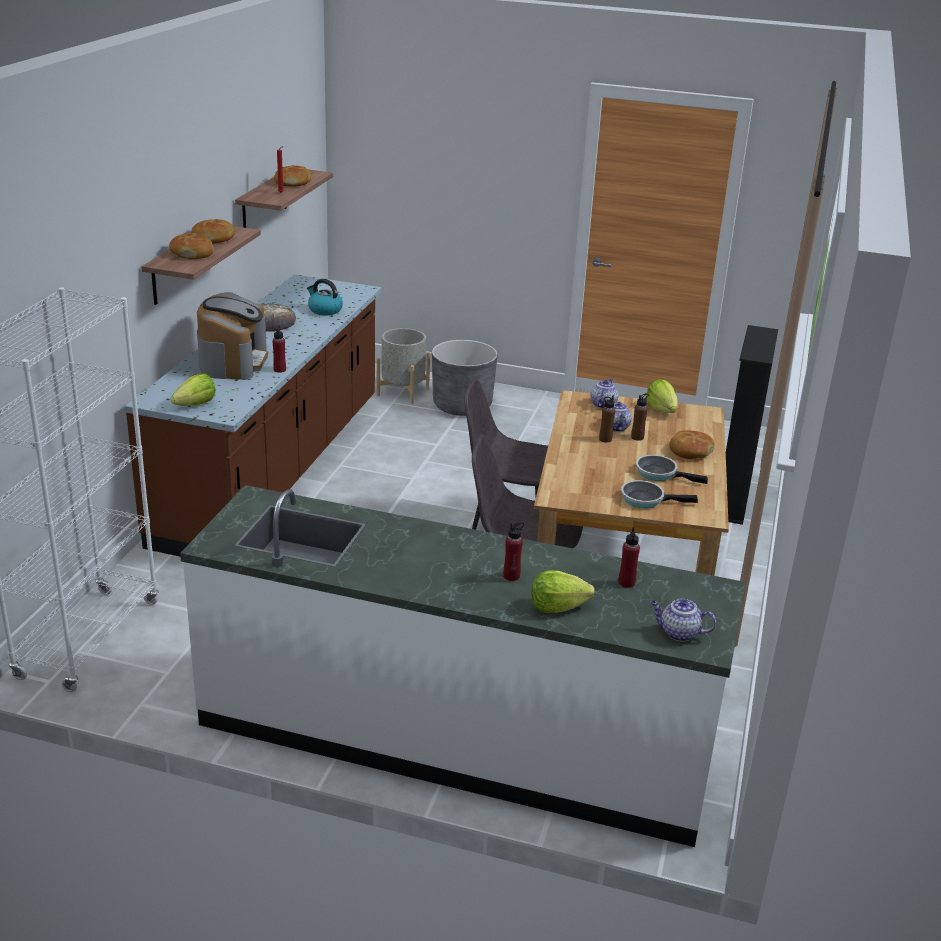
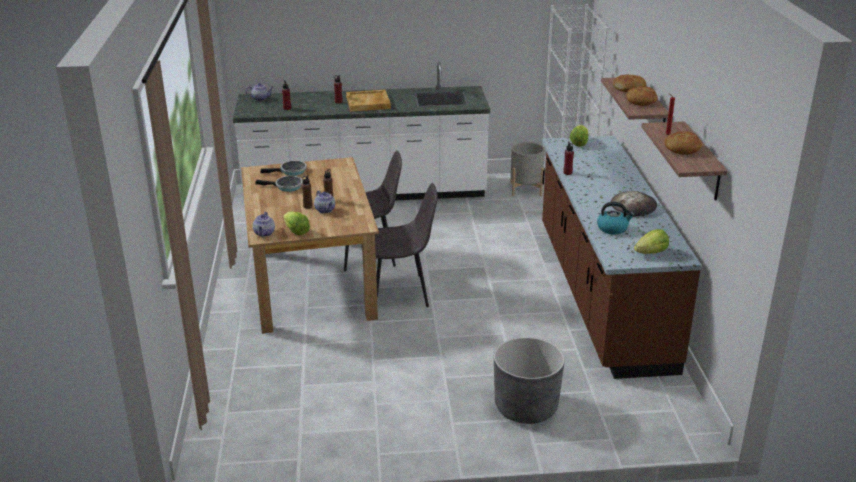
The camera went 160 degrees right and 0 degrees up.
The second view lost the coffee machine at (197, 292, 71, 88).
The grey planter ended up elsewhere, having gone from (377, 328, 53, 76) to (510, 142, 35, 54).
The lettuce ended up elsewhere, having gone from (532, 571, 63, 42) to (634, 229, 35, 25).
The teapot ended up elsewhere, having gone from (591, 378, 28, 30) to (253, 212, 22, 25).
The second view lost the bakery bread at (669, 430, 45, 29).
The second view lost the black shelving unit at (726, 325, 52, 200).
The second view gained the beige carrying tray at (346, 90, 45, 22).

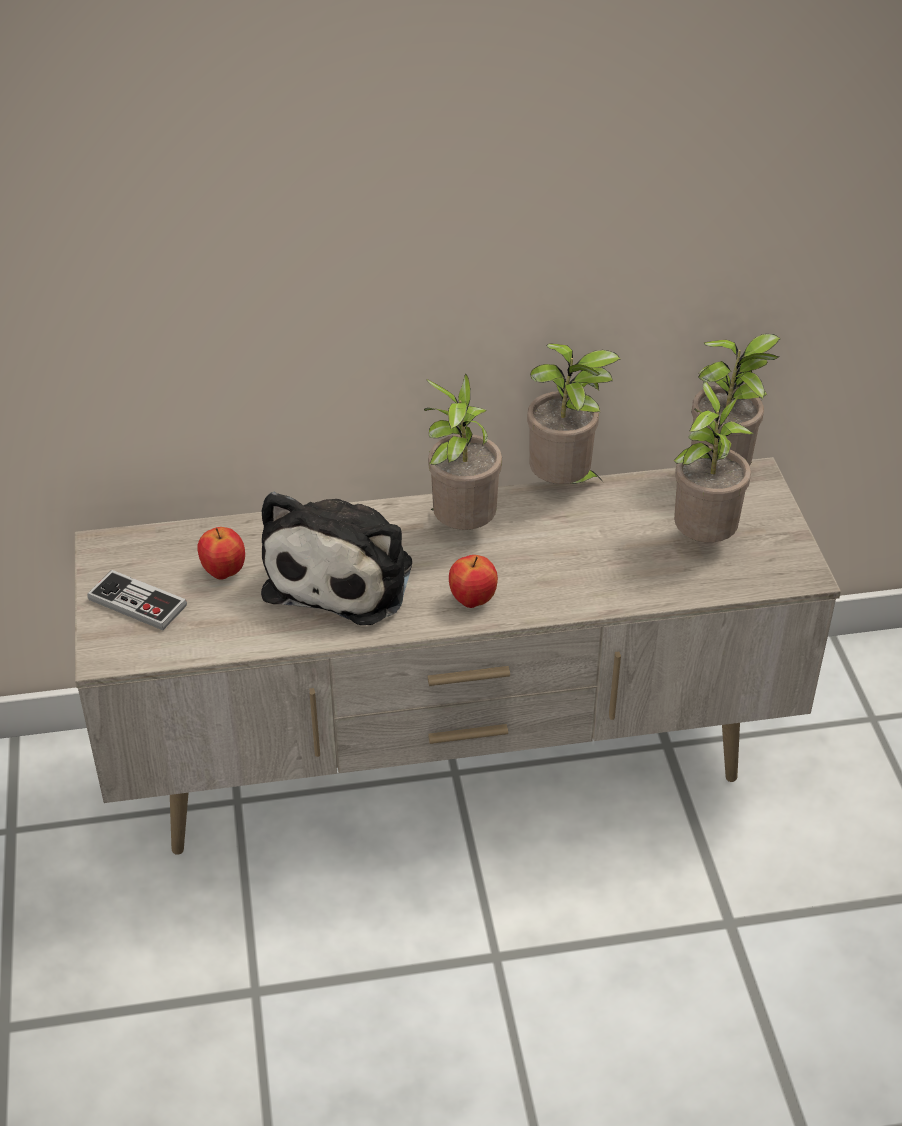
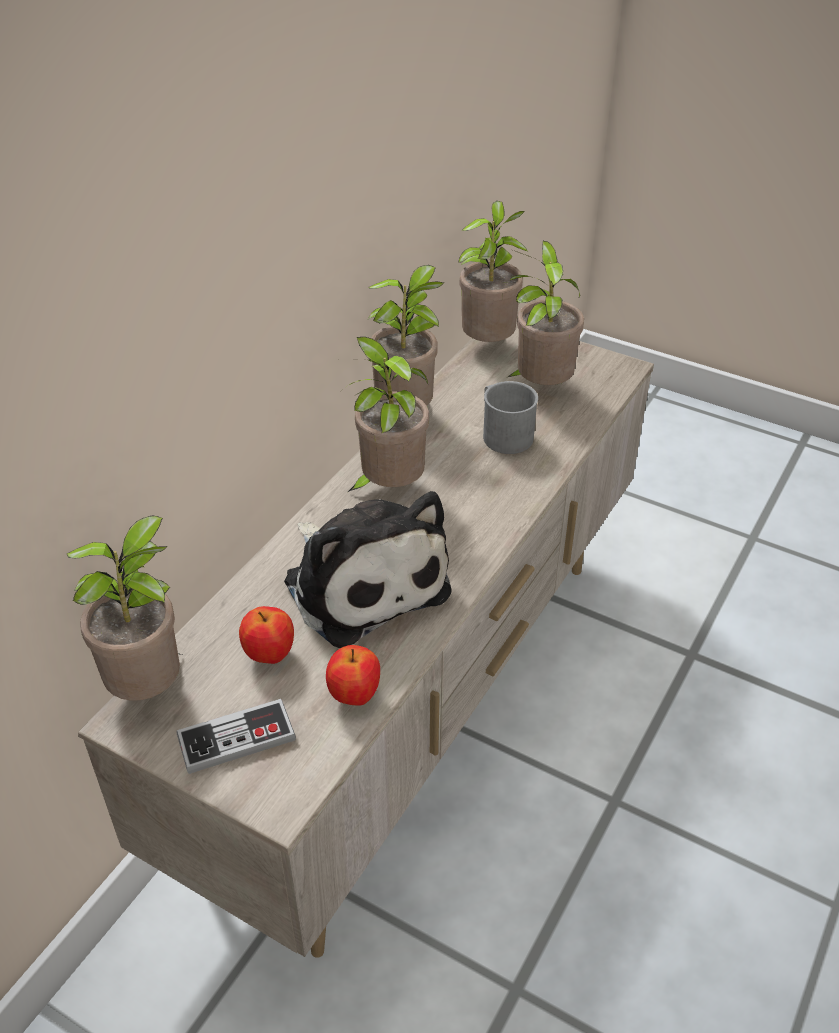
The camera went 50 degrees left and 0 degrees up.
The apple ended up elsewhere, having gone from (449, 555, 49, 53) to (326, 645, 54, 61).
The second view gained the potted plant at (67, 515, 115, 186).
The second view gained the grey tea mug at (483, 381, 55, 73).

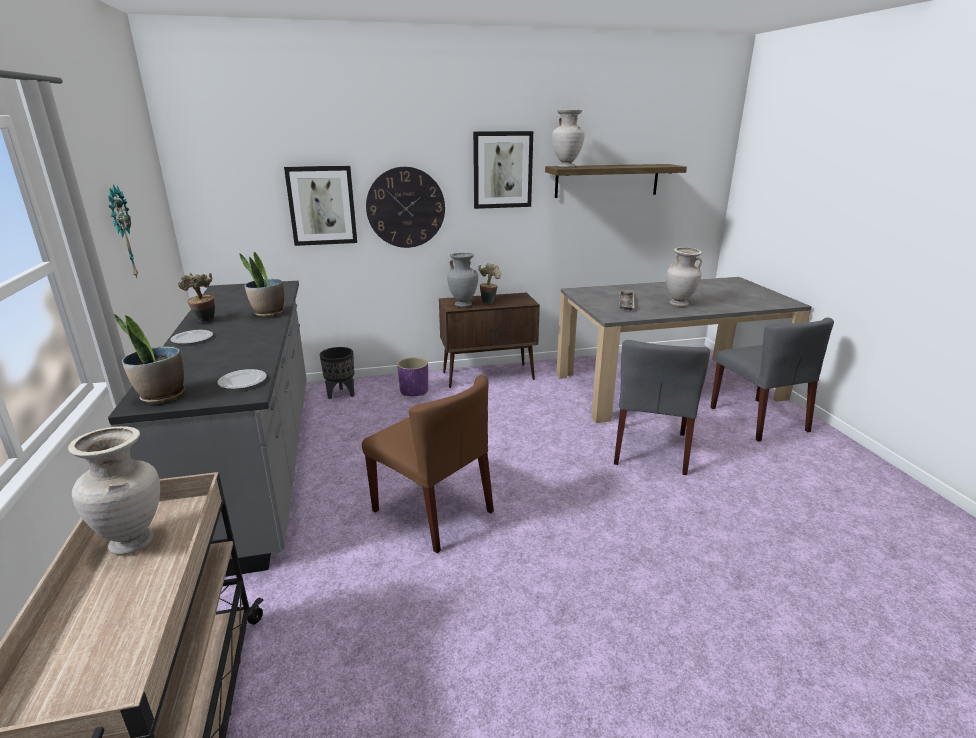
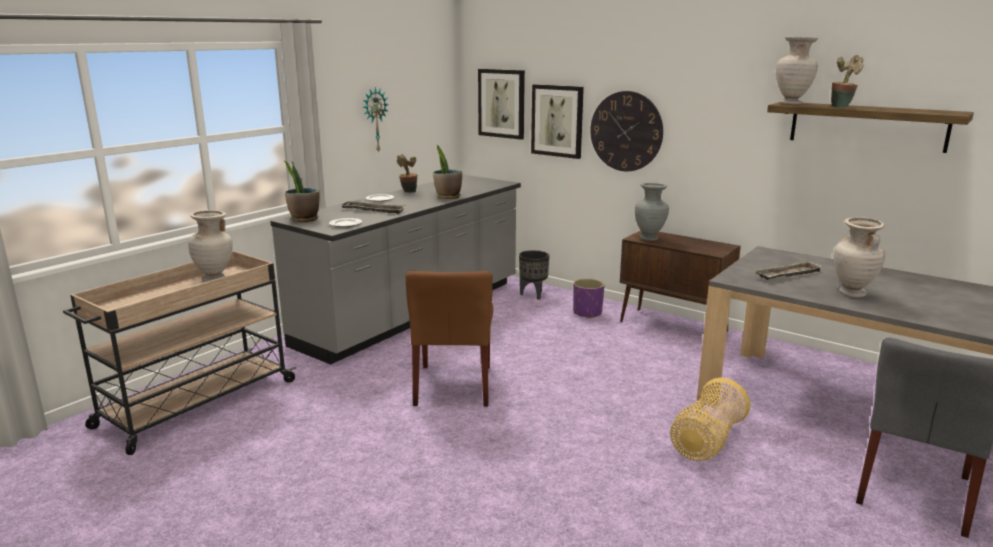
The camera went 50 degrees right and 5 degrees down.
The picture ended up elsewhere, having gone from (473, 131, 60, 78) to (478, 69, 47, 71).
The potted plant ended up elsewhere, having gone from (479, 263, 22, 41) to (831, 55, 33, 53).
Where the grey upright chair stood at (614, 340, 96, 135), the basket came to stand at (670, 378, 80, 83).
The second view gained the carrying tray at (340, 201, 65, 13).

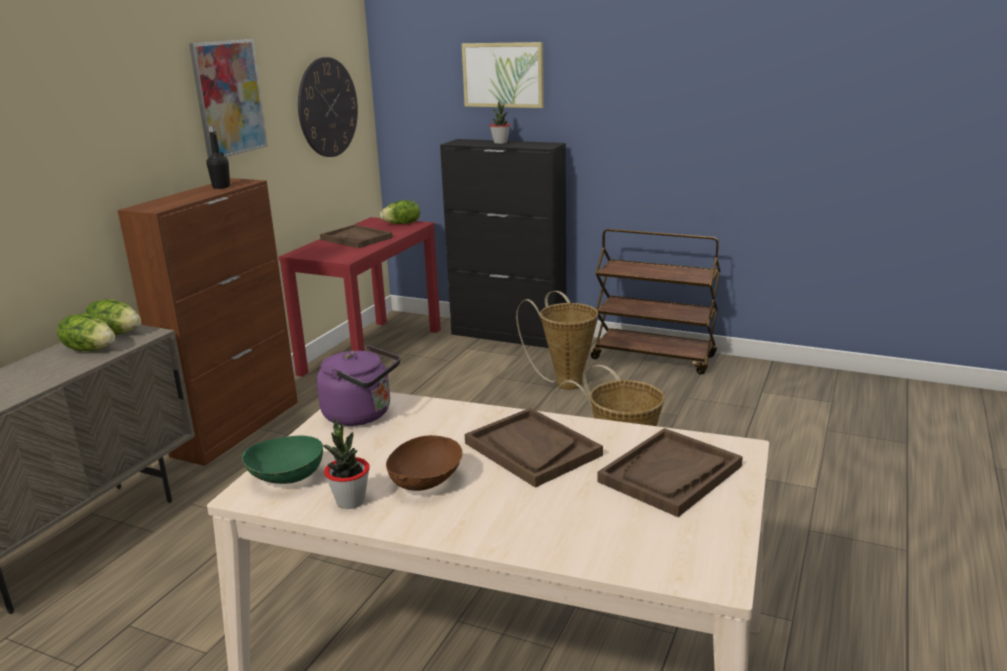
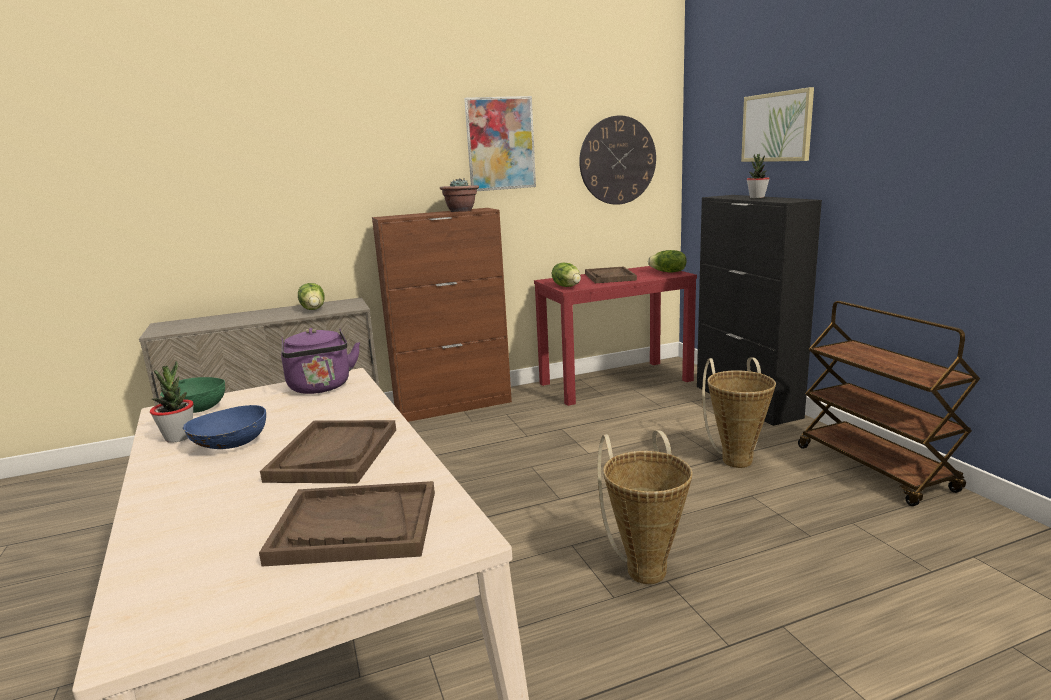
The camera went 45 degrees right and 5 degrees down.
The lettuce ended up elsewhere, having gone from (84, 299, 57, 36) to (552, 263, 29, 24).
Where the black beverage bottle stood at (206, 126, 24, 63), the potted plant came to stand at (440, 178, 39, 34).
What was the brown deep dish at (386, 435, 77, 56) turned into the blue-coloured deep dish at (183, 405, 83, 44).

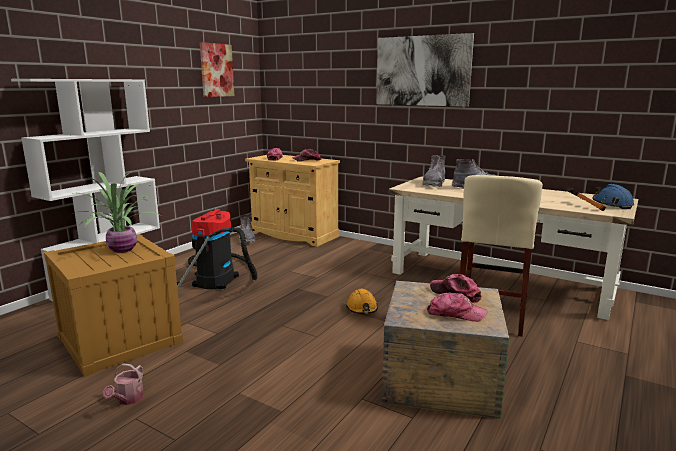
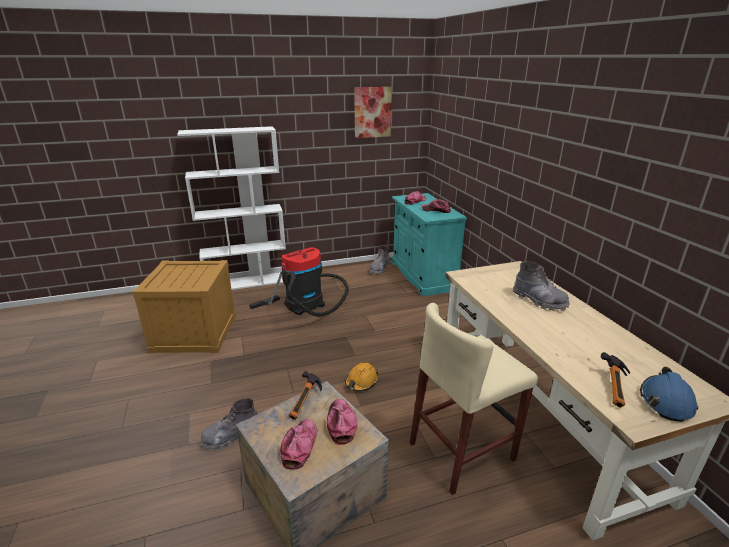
The camera went 40 degrees right and 10 degrees up.
The second view lost the potted plant at (71, 172, 89, 81).
The second view lost the watering pot at (103, 364, 41, 41).
What was the beige cupboard at (245, 155, 95, 92) turned into the turquoise cupboard at (392, 193, 75, 104).
The second view lost the picture at (376, 33, 98, 74).
The grey boot ended up elsewhere, having gone from (423, 155, 23, 32) to (201, 398, 57, 53).
The cap at (427, 292, 60, 30) ended up facing another way, 135 degrees counterclockwise from before.
The second view gained the hammer at (289, 371, 33, 49).

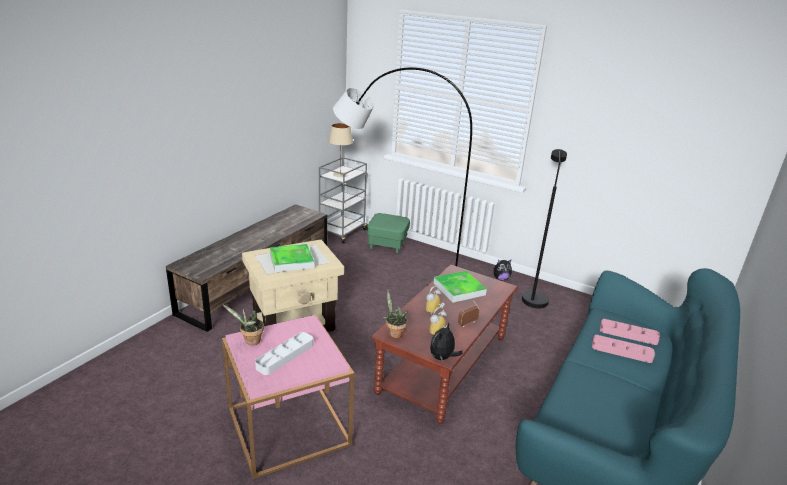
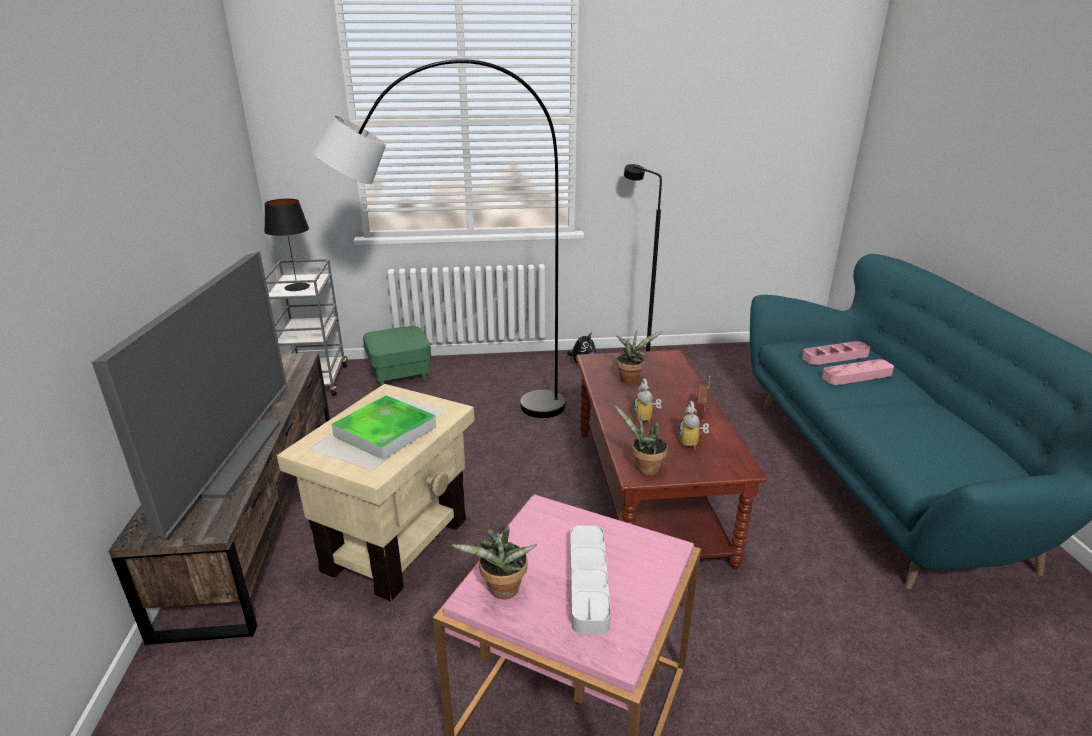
The camera went 35 degrees left and 0 degrees up.
What was the beige table lamp at (328, 123, 25, 54) turned into the black table lamp at (264, 199, 46, 92).
The second view lost the cuddly toy at (430, 322, 33, 40).
Where the carrying tray stood at (433, 271, 54, 32), the potted plant came to stand at (616, 330, 47, 54).
The second view gained the TV at (92, 251, 195, 287).

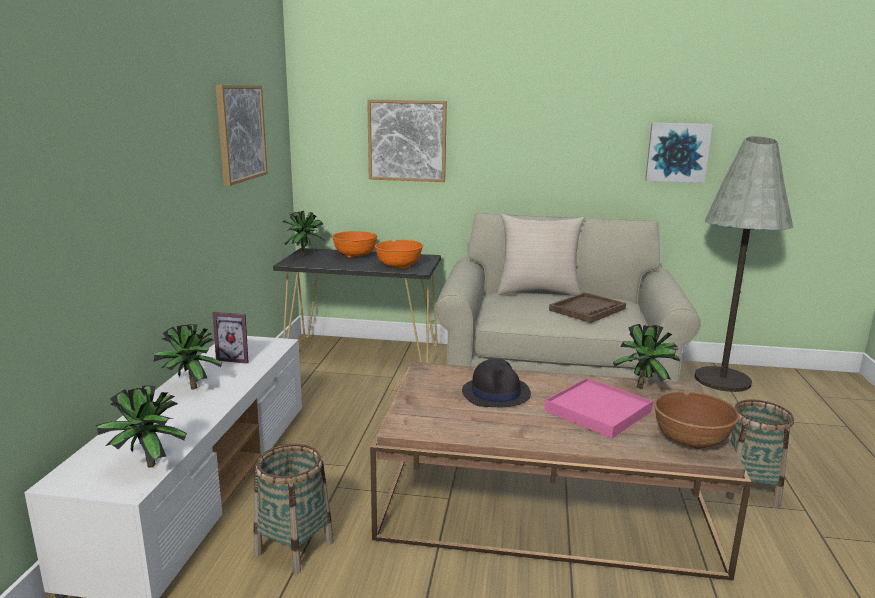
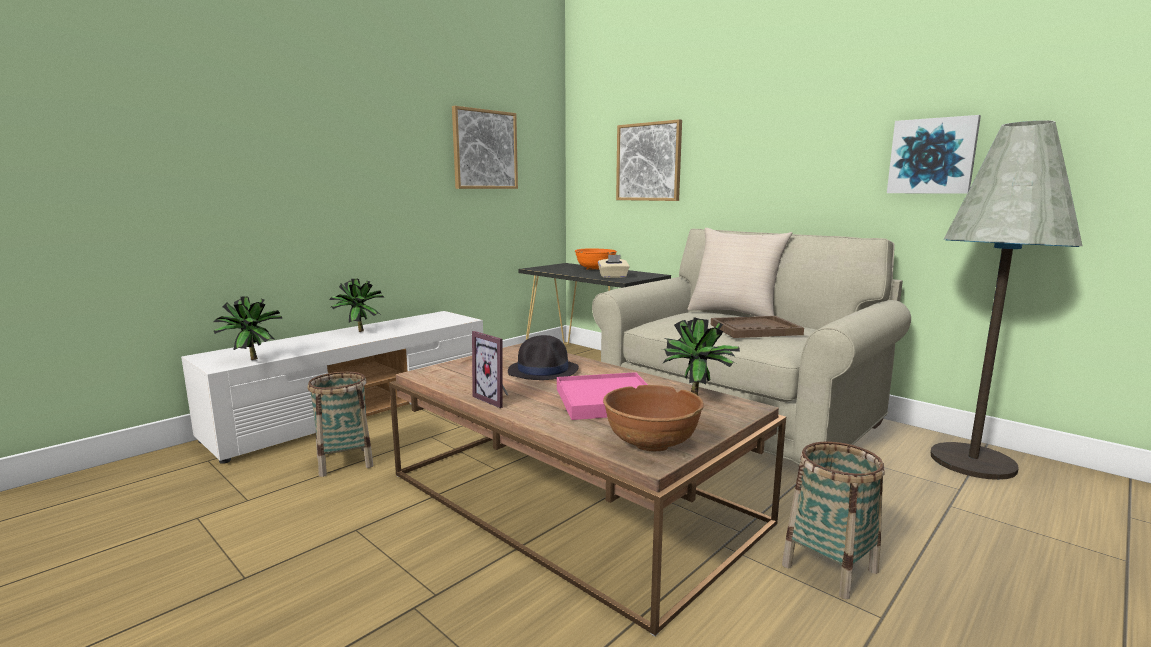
The camera went 35 degrees right and 5 degrees down.
The photo frame ended up elsewhere, having gone from (213, 312, 36, 52) to (472, 331, 37, 77).
The second view lost the potted plant at (283, 211, 42, 45).
Where the orange deep dish stood at (375, 240, 48, 29), the beige tissue holder came to stand at (598, 255, 32, 23).

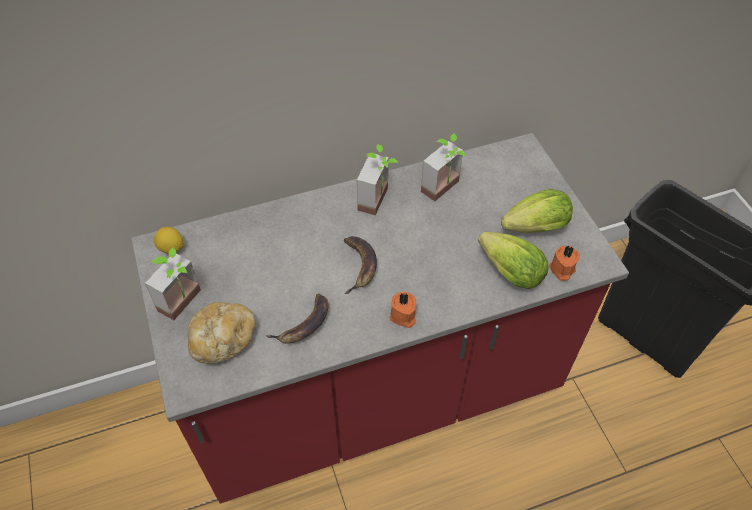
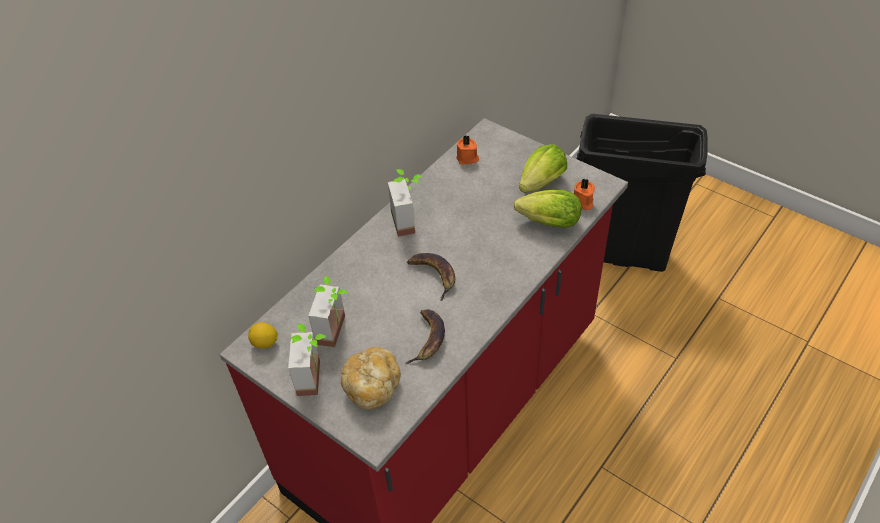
The camera went 30 degrees left and 5 degrees down.
The orange candle ended up elsewhere, having gone from (389, 292, 27, 36) to (456, 135, 23, 30).
The potted plant ended up elsewhere, having gone from (421, 133, 44, 68) to (308, 276, 40, 71).

